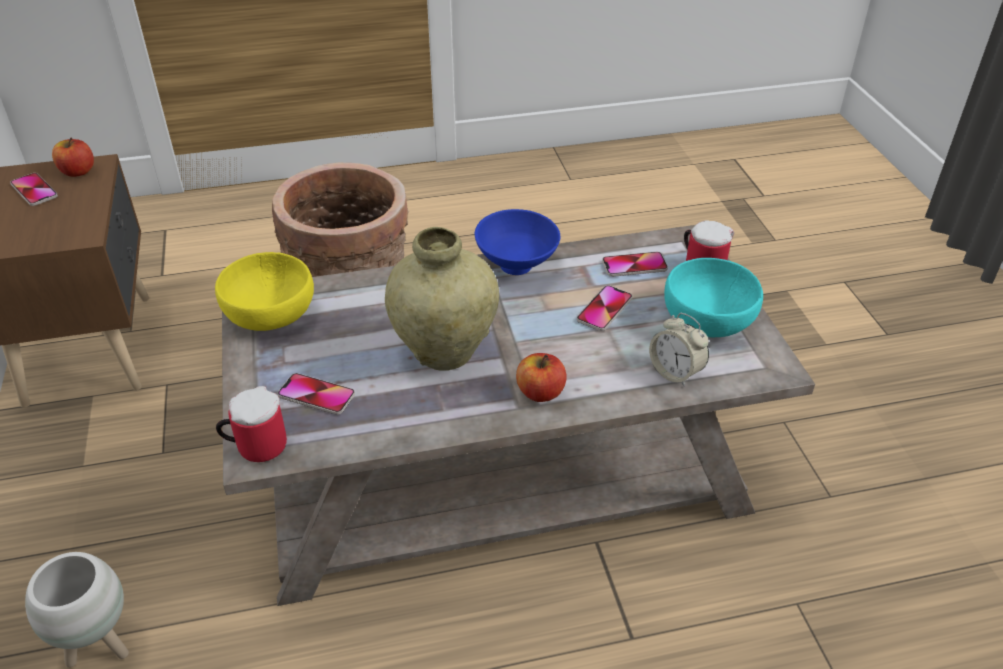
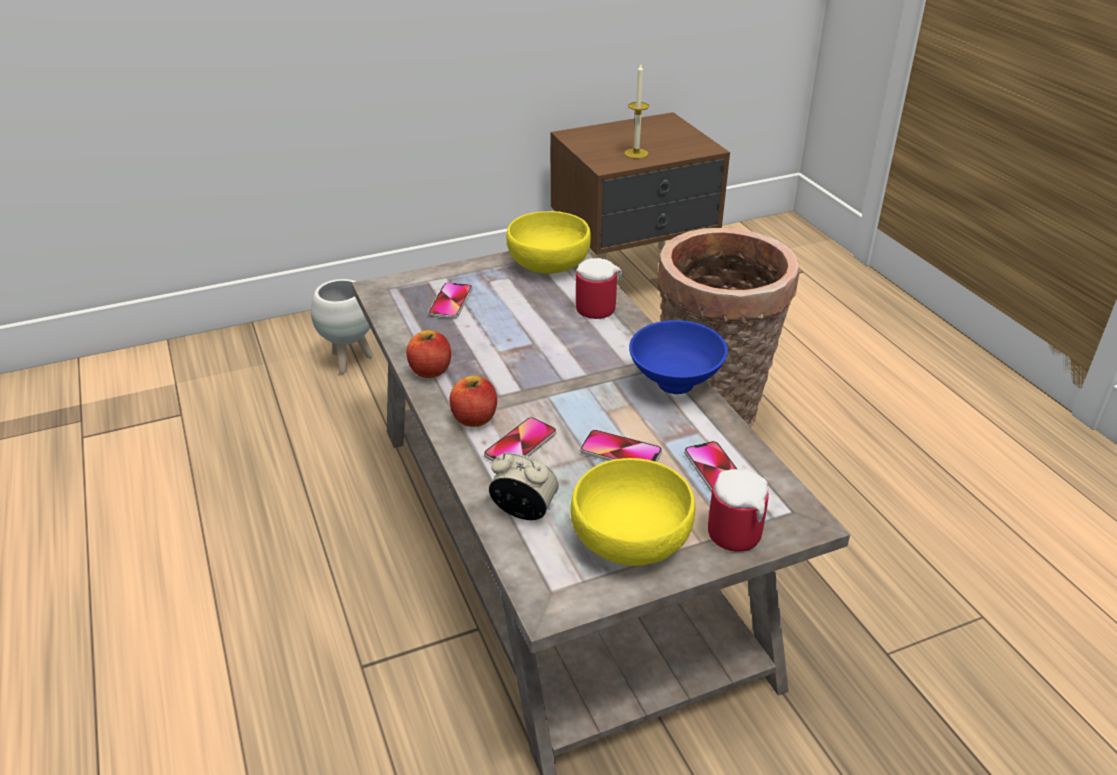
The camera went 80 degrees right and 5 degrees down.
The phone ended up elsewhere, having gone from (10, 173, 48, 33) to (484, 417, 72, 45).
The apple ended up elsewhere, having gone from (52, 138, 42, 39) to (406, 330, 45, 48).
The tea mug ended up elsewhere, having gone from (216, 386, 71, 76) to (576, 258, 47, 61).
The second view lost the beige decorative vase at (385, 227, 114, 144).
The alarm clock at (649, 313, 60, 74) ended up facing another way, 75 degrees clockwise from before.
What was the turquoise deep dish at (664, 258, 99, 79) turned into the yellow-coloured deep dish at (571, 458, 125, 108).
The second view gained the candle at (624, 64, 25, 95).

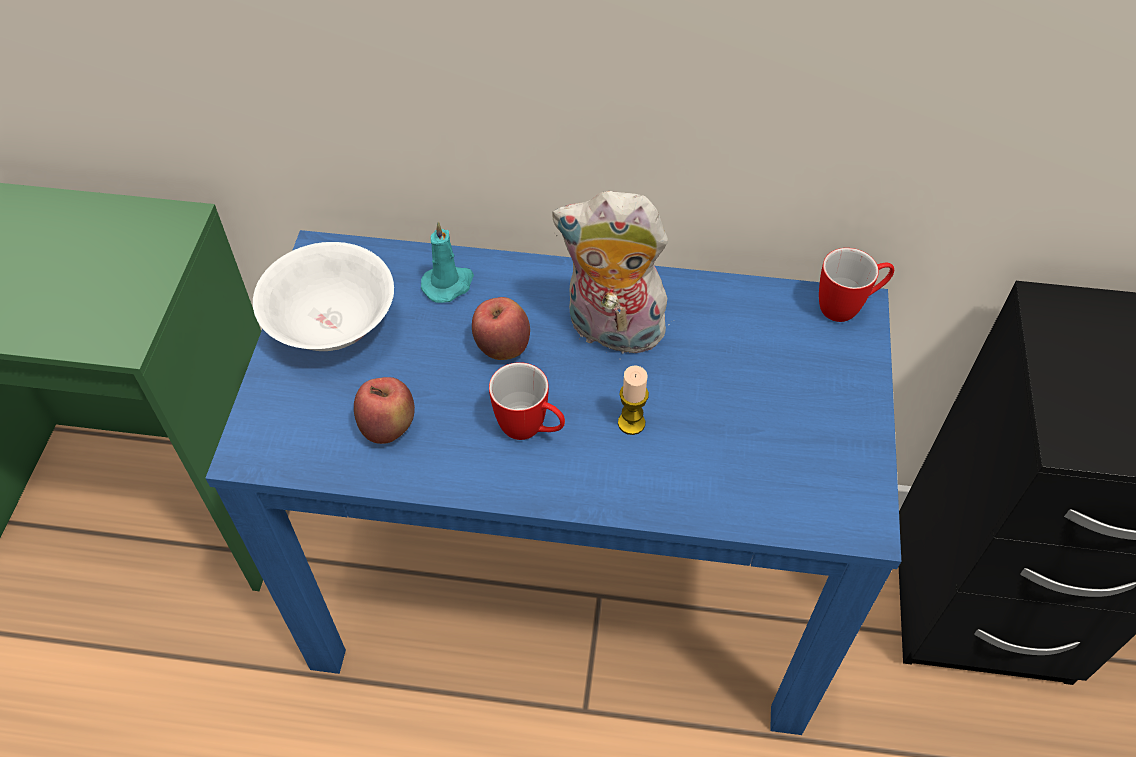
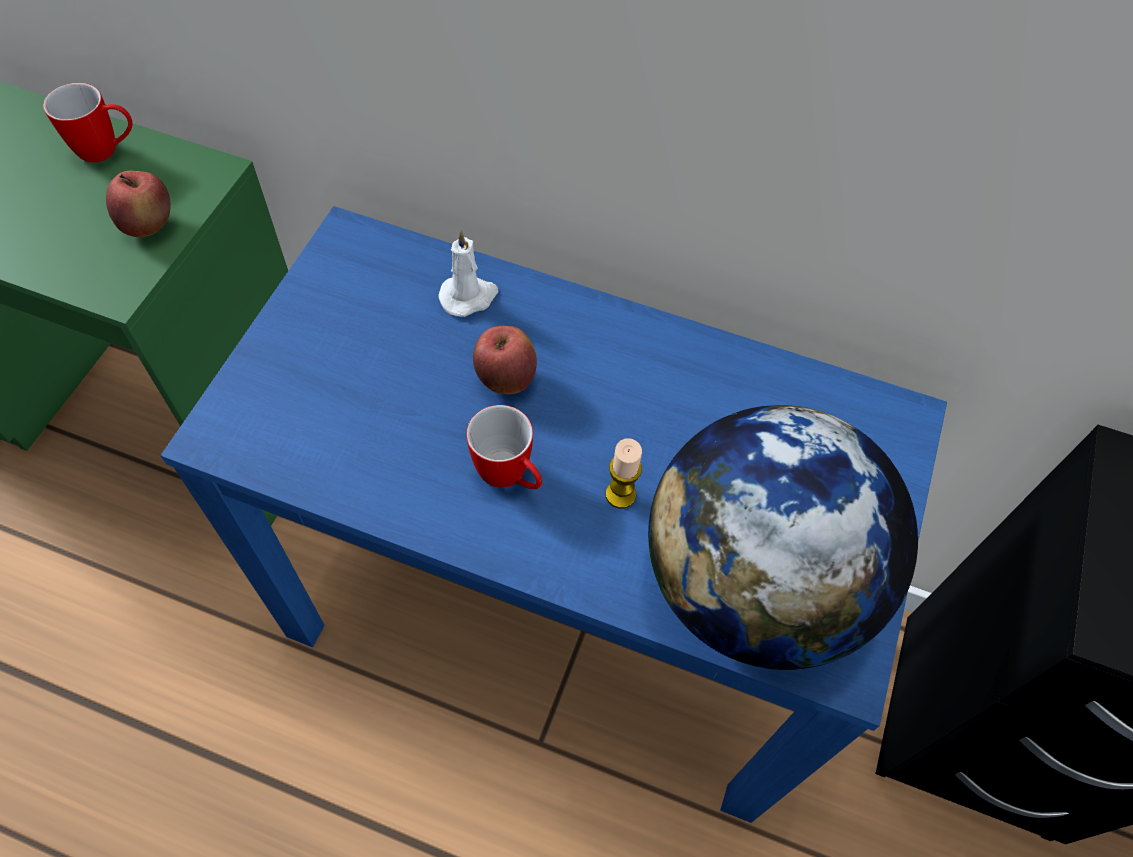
The camera went 10 degrees right and 5 degrees up.
The second view lost the white deep dish at (253, 242, 141, 109).
The apple ended up elsewhere, having gone from (354, 377, 61, 67) to (106, 171, 65, 66).
What was the turquoise candle at (421, 221, 53, 82) turned into the white candle at (438, 230, 60, 87).
The second view lost the cuddly toy at (552, 191, 123, 163).
The tea mug ended up elsewhere, having gone from (819, 248, 75, 74) to (43, 83, 90, 80).
The second view gained the desk globe at (648, 405, 270, 265).

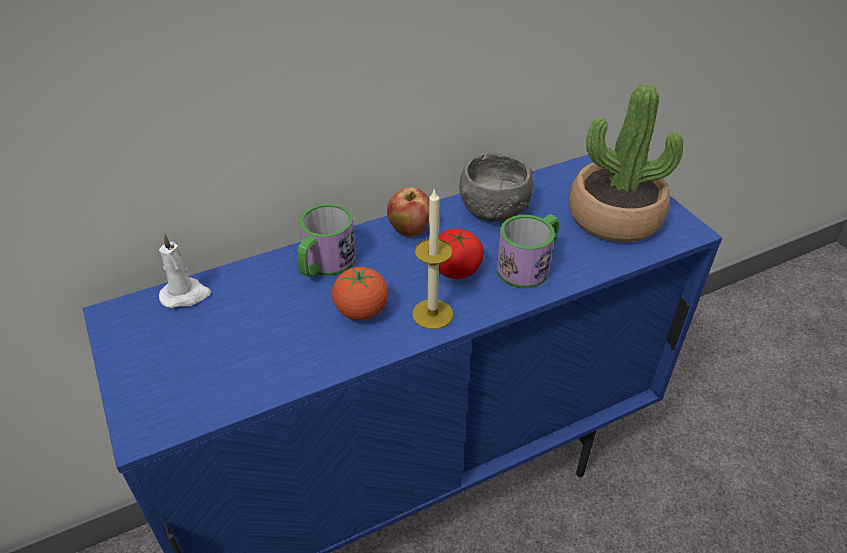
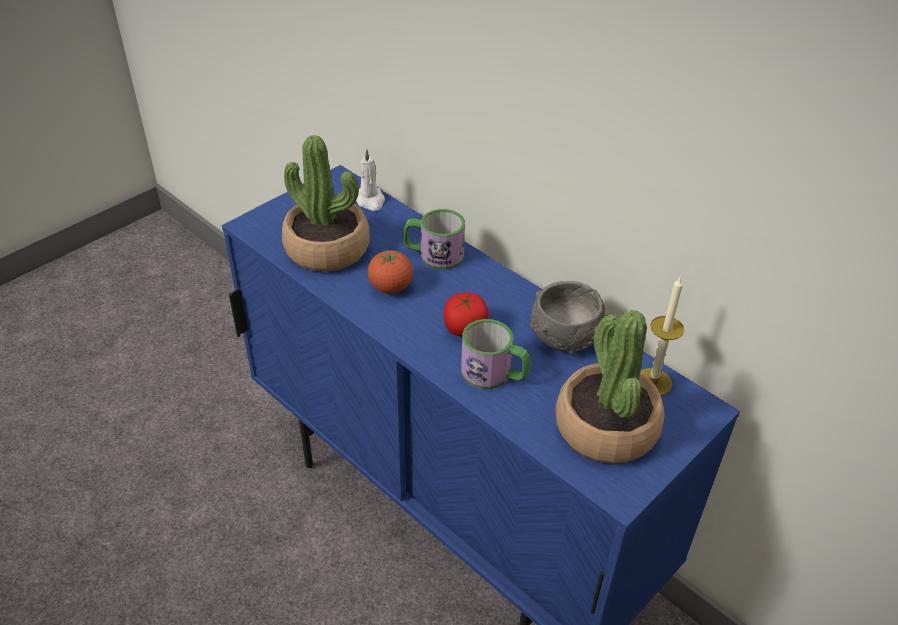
The camera went 70 degrees right and 0 degrees up.
The second view lost the apple at (387, 187, 42, 50).
The candle ended up elsewhere, having gone from (412, 188, 41, 141) to (640, 276, 44, 119).
The second view gained the potted plant at (282, 135, 88, 137).

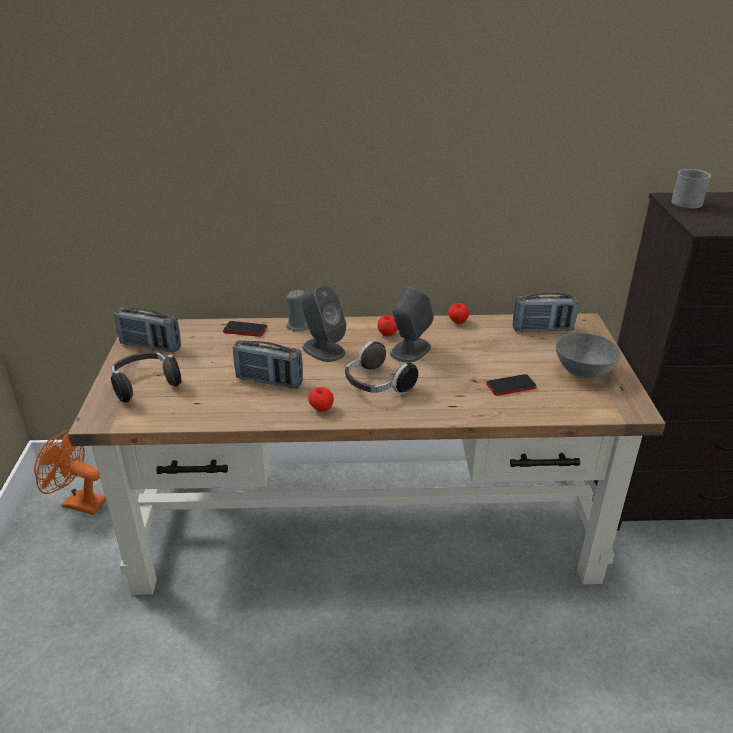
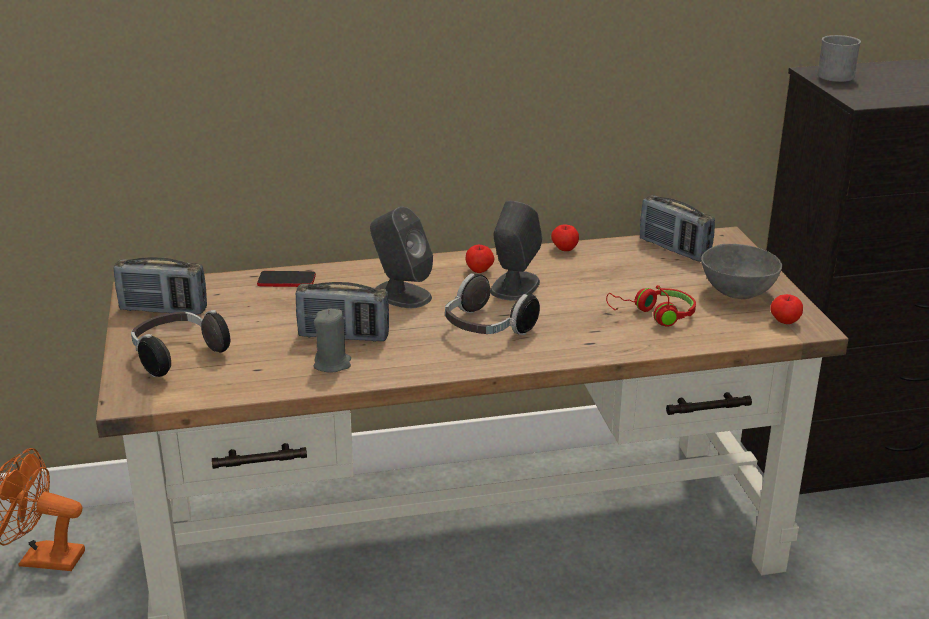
The camera went 10 degrees left and 5 degrees down.
The grey candle ended up elsewhere, having gone from (286, 290, 23, 41) to (314, 308, 37, 65).
The apple ended up elsewhere, having gone from (308, 387, 26, 25) to (770, 294, 33, 30).
Where the phone stood at (486, 374, 51, 22), the red headset came to stand at (606, 285, 90, 42).
The radio at (512, 293, 67, 39) ended up facing another way, 60 degrees clockwise from before.

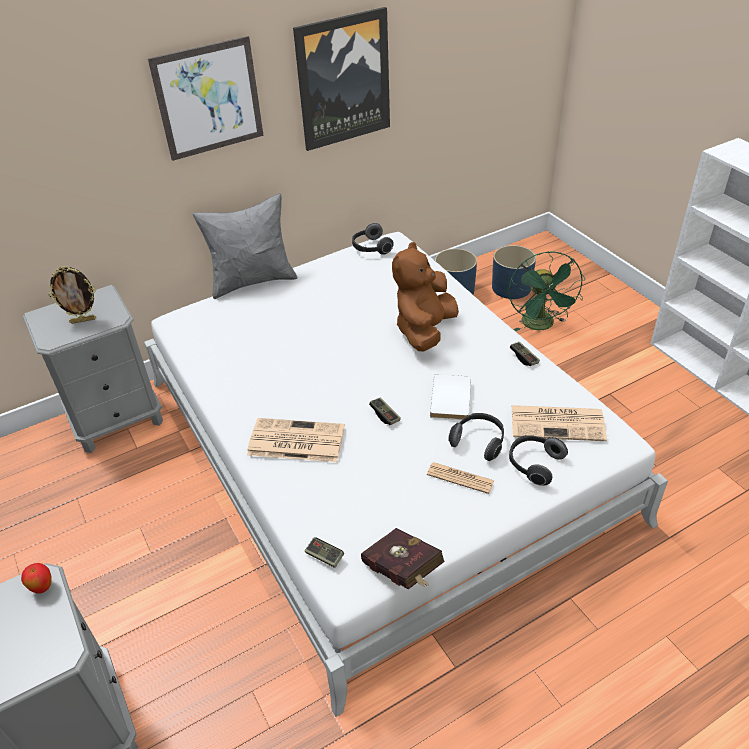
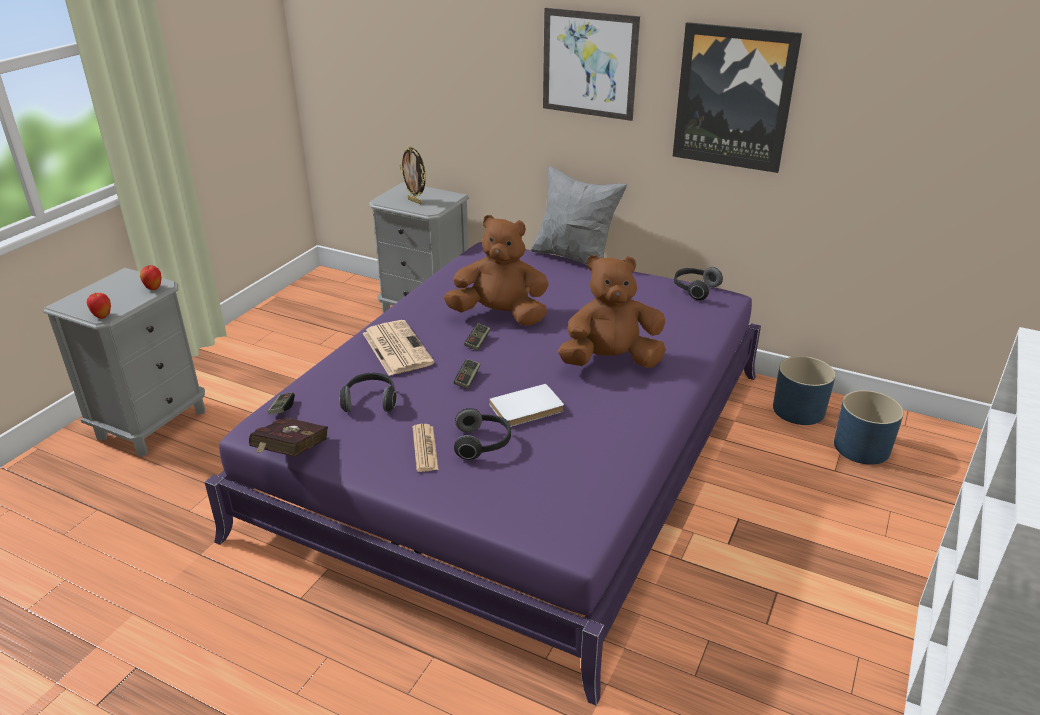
The camera went 55 degrees right and 10 degrees down.
What was the white bedroom bed at (144, 232, 524, 485) turned into the purple bedroom bed at (205, 242, 556, 464).
The second view lost the green-coloured electric fan at (509, 251, 76, 80).
The headset ended up elsewhere, having gone from (509, 435, 59, 51) to (339, 373, 58, 39).
The gamepad ended up elsewhere, having gone from (510, 342, 30, 24) to (465, 323, 25, 28).
The second view lost the printed paper at (511, 405, 96, 36).
The second view gained the apple at (87, 293, 24, 26).
The second view gained the brown cuddly toy at (444, 215, 105, 111).

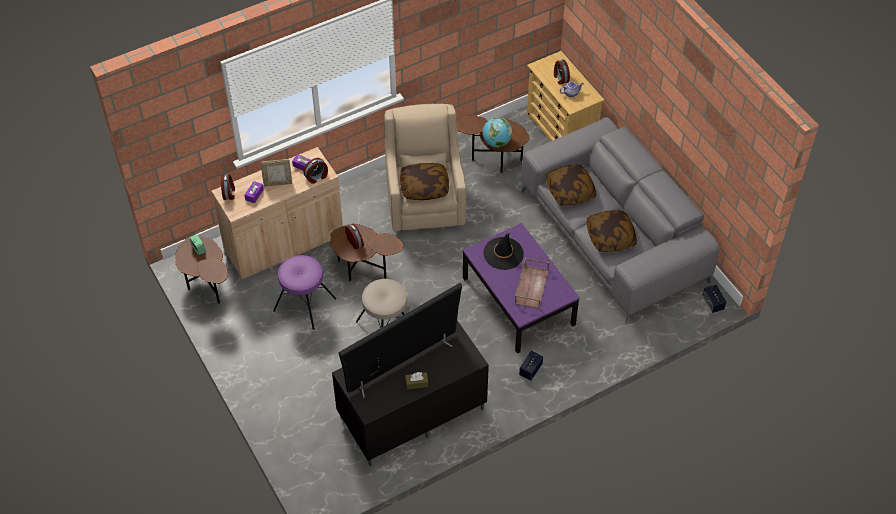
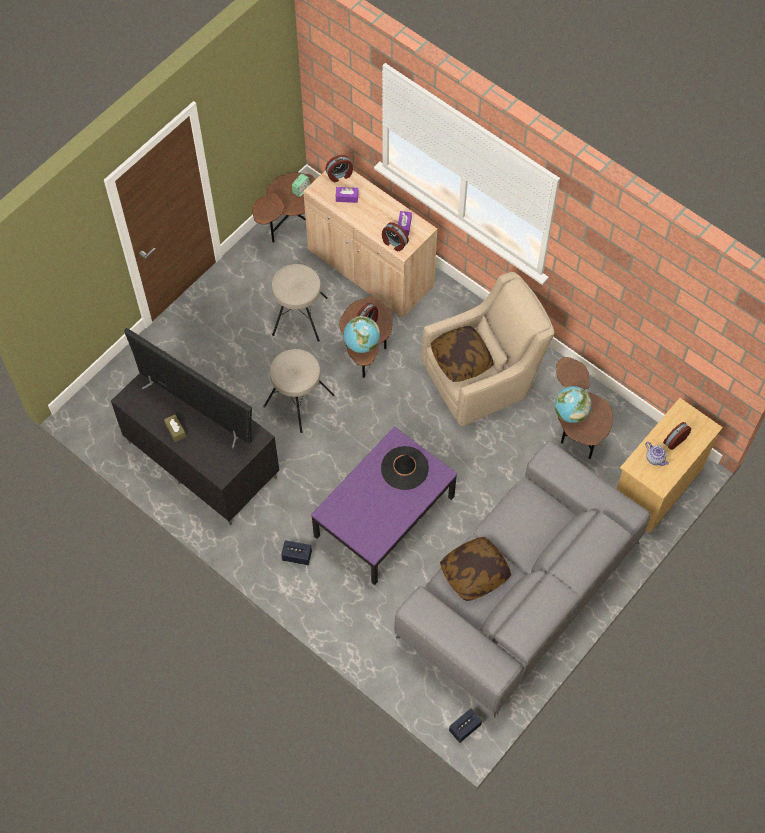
The camera went 70 degrees right and 10 degrees up.
The second view lost the photo frame at (260, 159, 32, 28).
What was the purple sitting stool at (273, 255, 63, 75) turned into the beige sitting stool at (272, 264, 56, 78).
The second view lost the brown carrying tray at (515, 258, 34, 51).
The second view lost the throw pillow at (546, 164, 50, 42).
The second view gained the desk globe at (344, 316, 36, 37).

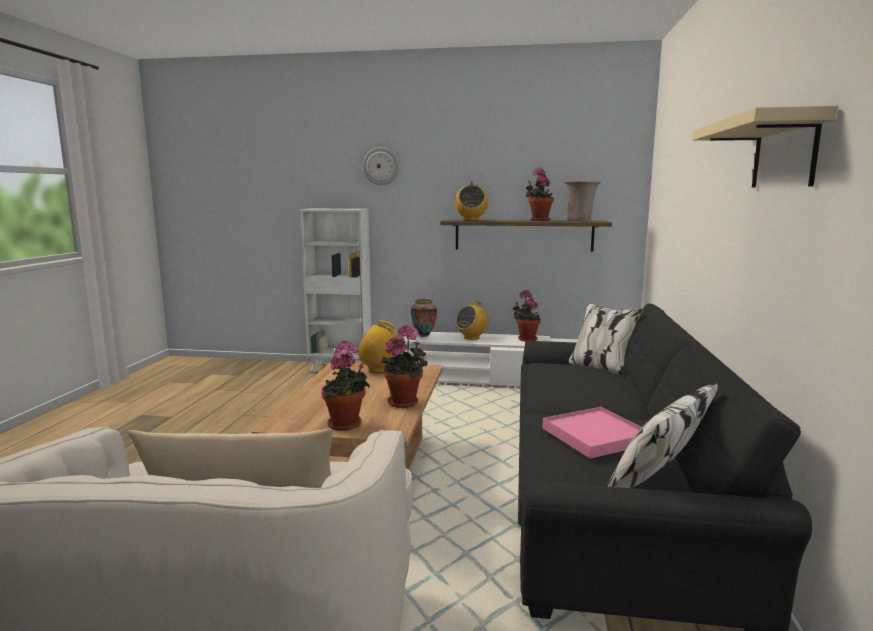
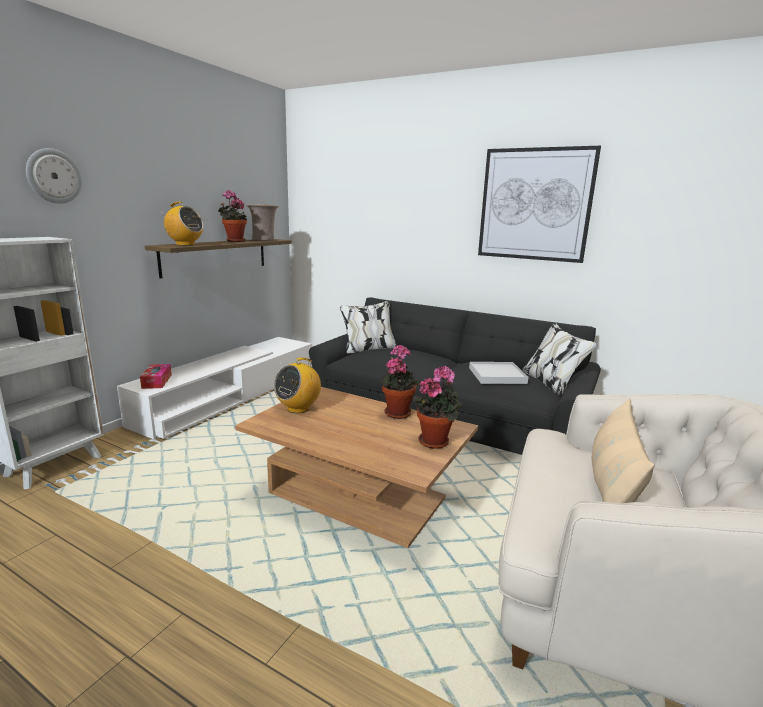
The camera went 70 degrees left and 5 degrees up.
Where the decorative vase stood at (411, 299, 26, 38), the tissue holder came to stand at (140, 364, 32, 25).
The second view lost the radio at (456, 301, 32, 39).
The second view lost the potted plant at (513, 290, 28, 51).
What was the pink-coloured carrying tray at (543, 407, 99, 52) turned into the white carrying tray at (469, 362, 59, 22).
Where the beige shelf hung at (692, 105, 146, 83), the picture came to hang at (478, 146, 123, 117).

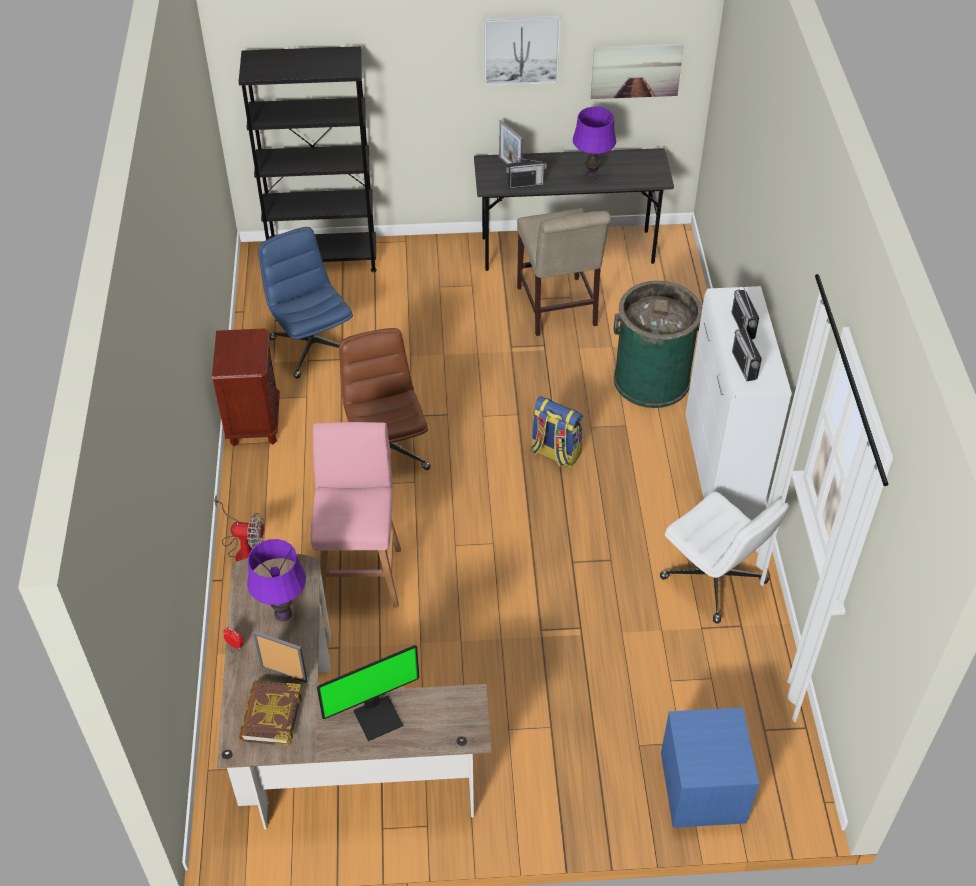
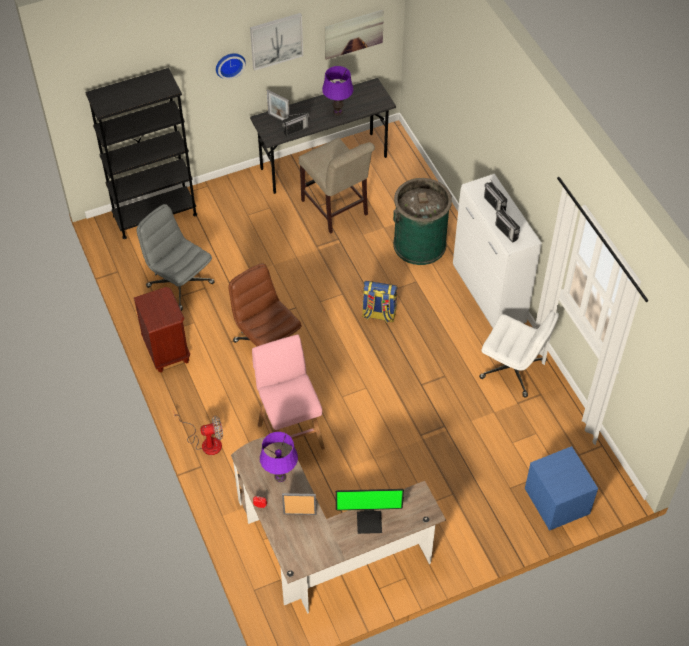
The camera went 20 degrees left and 5 degrees up.
The second view lost the volume at (239, 680, 63, 66).
What was the blue-coloured computer chair at (258, 227, 95, 151) turned into the grey computer chair at (137, 204, 78, 107).
The computer screen at (317, 645, 102, 96) ended up facing another way, 45 degrees clockwise from before.
The second view gained the hanging clock at (216, 53, 30, 26).

